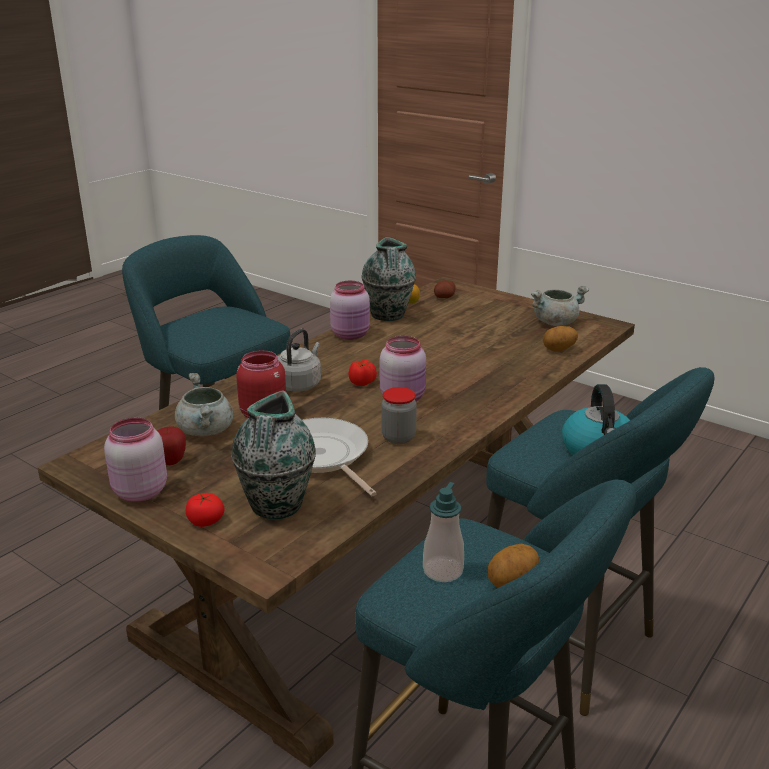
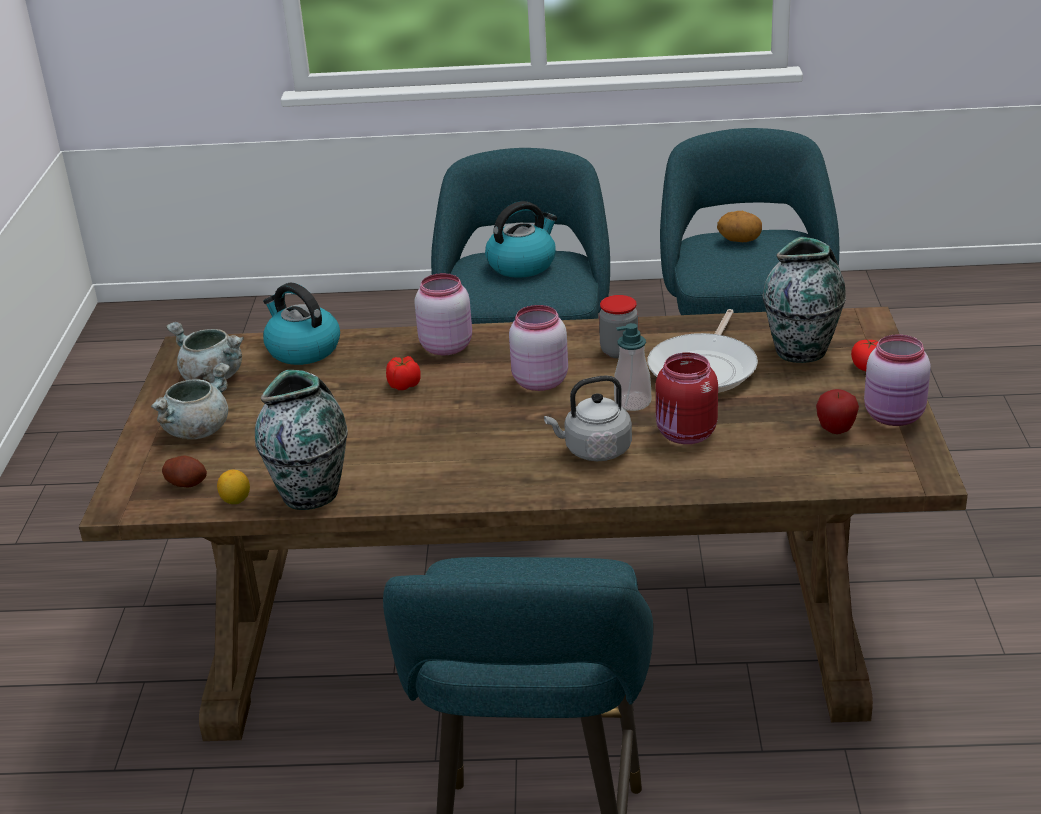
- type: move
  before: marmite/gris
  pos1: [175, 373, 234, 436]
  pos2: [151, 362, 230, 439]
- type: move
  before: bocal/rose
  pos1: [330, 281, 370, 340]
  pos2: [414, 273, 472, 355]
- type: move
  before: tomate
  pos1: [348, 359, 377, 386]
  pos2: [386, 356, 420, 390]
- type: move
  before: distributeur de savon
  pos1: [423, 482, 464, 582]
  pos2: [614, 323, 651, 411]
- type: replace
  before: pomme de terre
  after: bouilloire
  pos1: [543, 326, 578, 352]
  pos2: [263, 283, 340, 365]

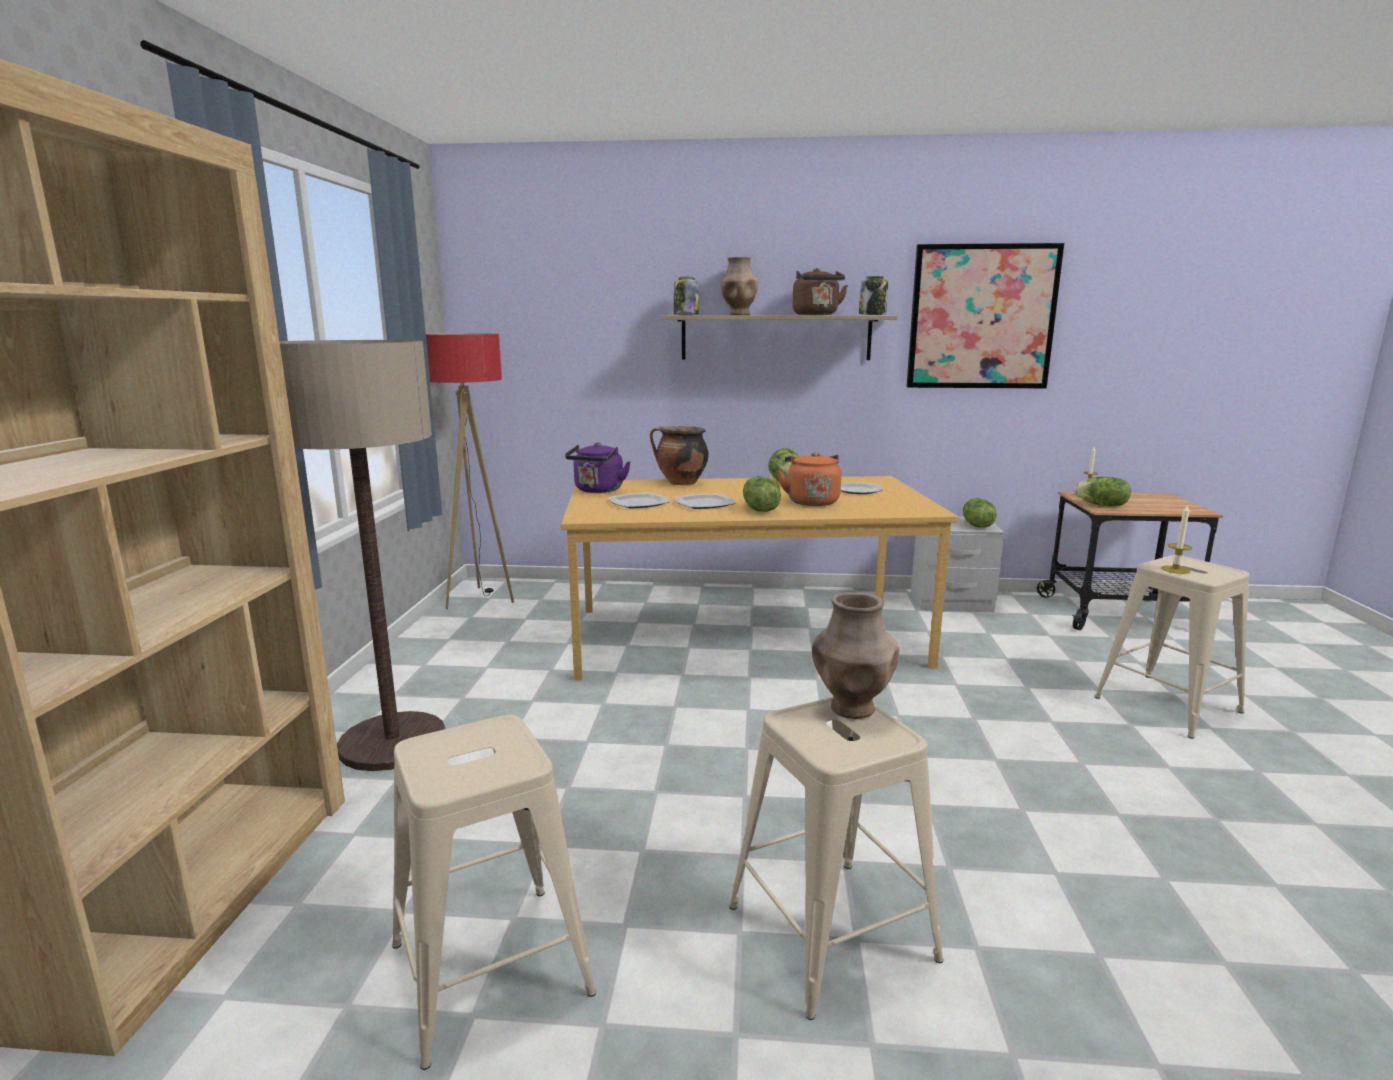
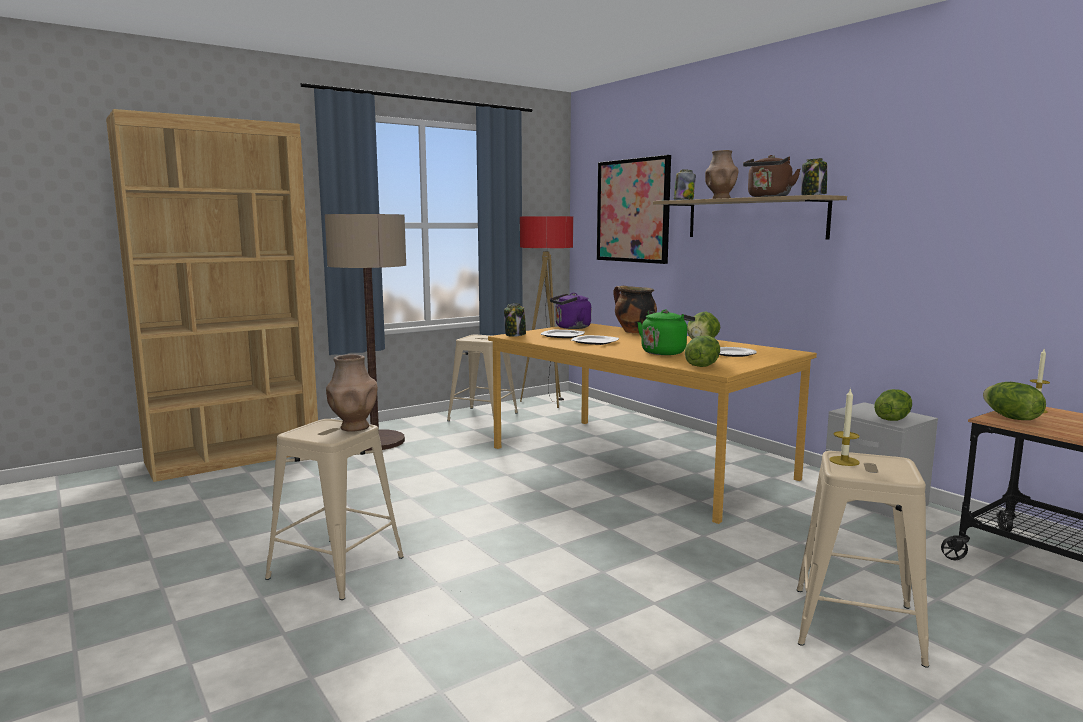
- type: insert
  after: bocal
  pos2: [504, 303, 526, 337]
- type: move
  before: tabouret/beige
  pos1: [392, 715, 596, 1070]
  pos2: [447, 335, 518, 421]
- type: move
  before: laitue
  pos1: [743, 476, 781, 512]
  pos2: [685, 336, 720, 367]
- type: move
  before: tableau
  pos1: [906, 243, 1064, 389]
  pos2: [597, 155, 671, 264]
- type: recolor
  before: bouilloire/orange
  after: bouilloire/vert
  pos1: [778, 452, 841, 506]
  pos2: [637, 310, 695, 355]

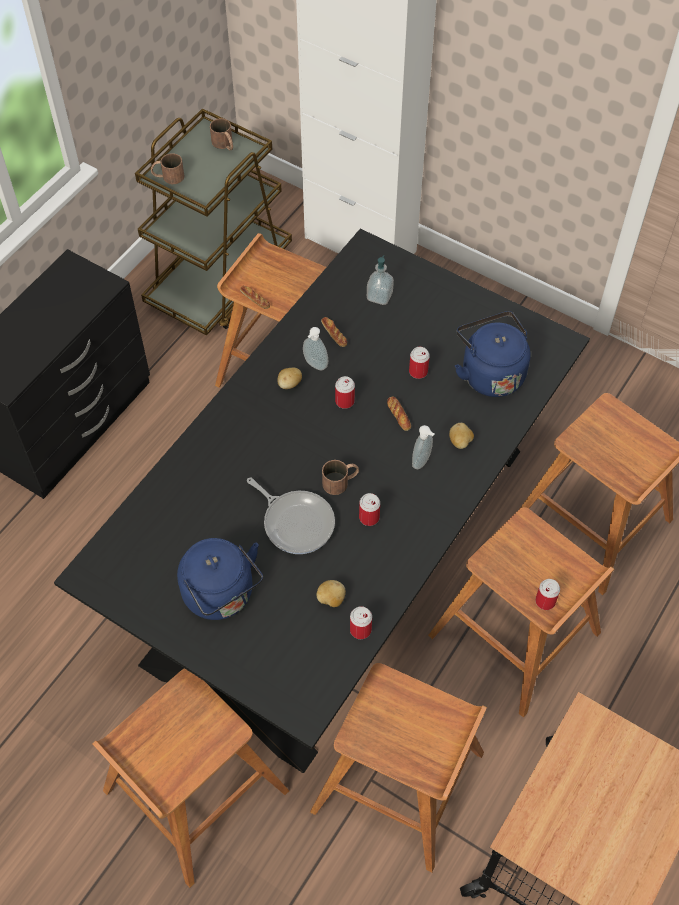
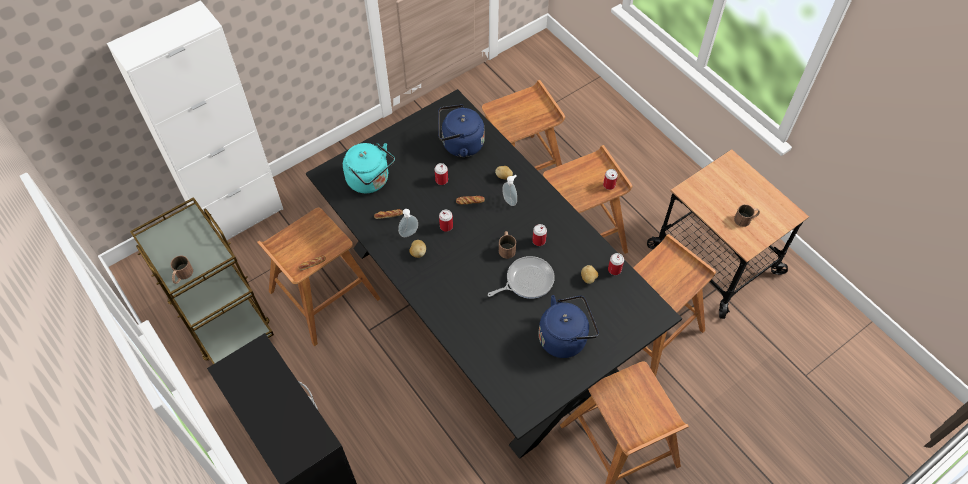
- type: move
  before: mug/marron
  pos1: [210, 119, 233, 150]
  pos2: [734, 204, 760, 227]
- type: replace
  before: distributeur de savon
  after: bouilloire/turquoise
  pos1: [367, 255, 394, 305]
  pos2: [343, 143, 395, 193]

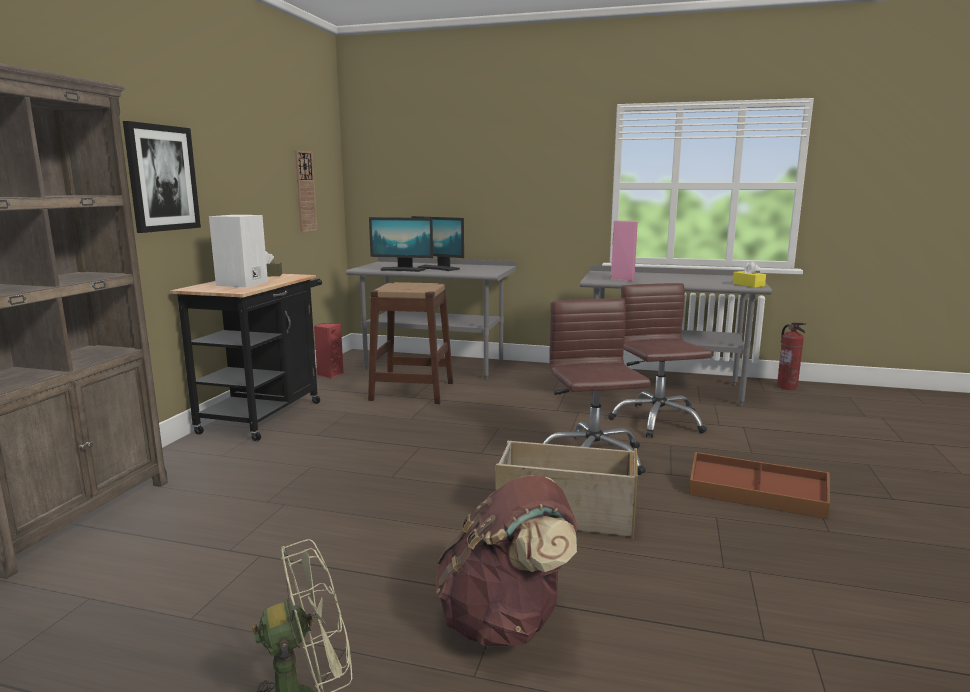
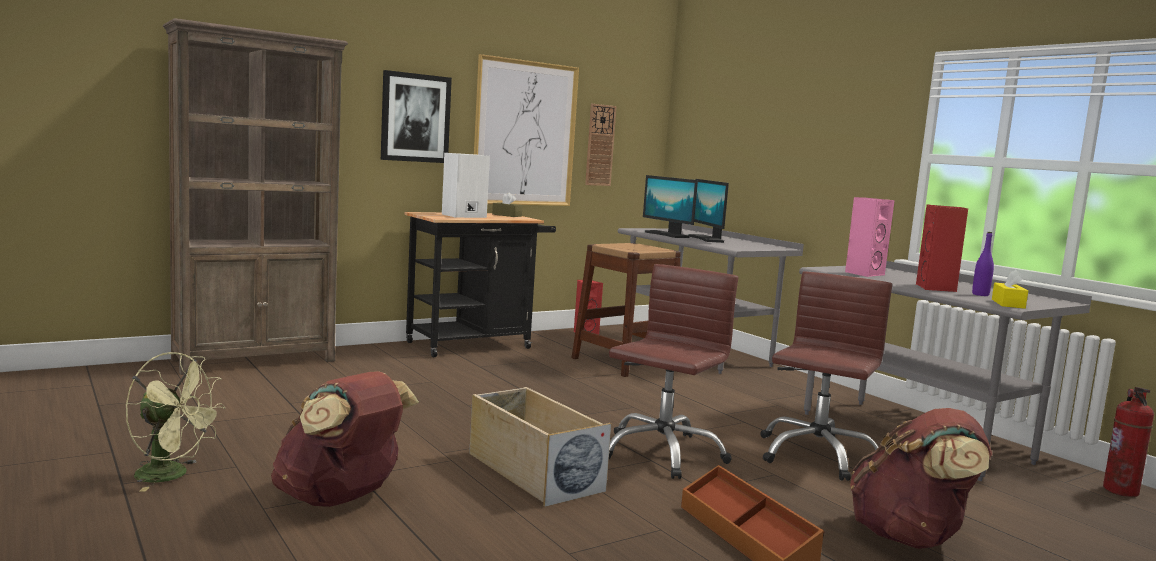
- type: insert
  after: tableau
  pos2: [474, 54, 579, 206]
- type: insert
  after: sac à dos/marron
  pos2: [850, 408, 992, 549]
- type: insert
  after: enceinte/rouge
  pos2: [916, 205, 968, 292]
- type: insert
  after: bouteille/violet
  pos2: [972, 232, 994, 296]

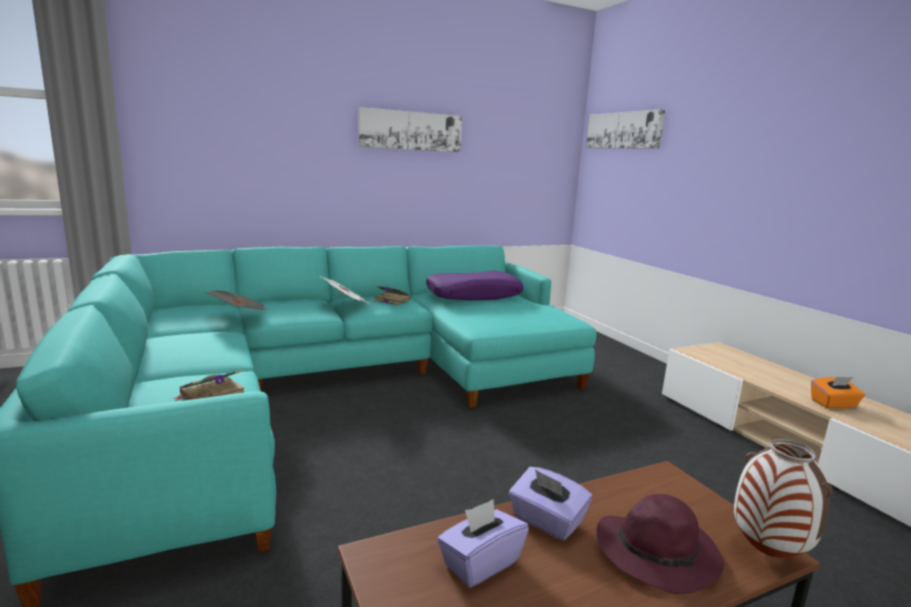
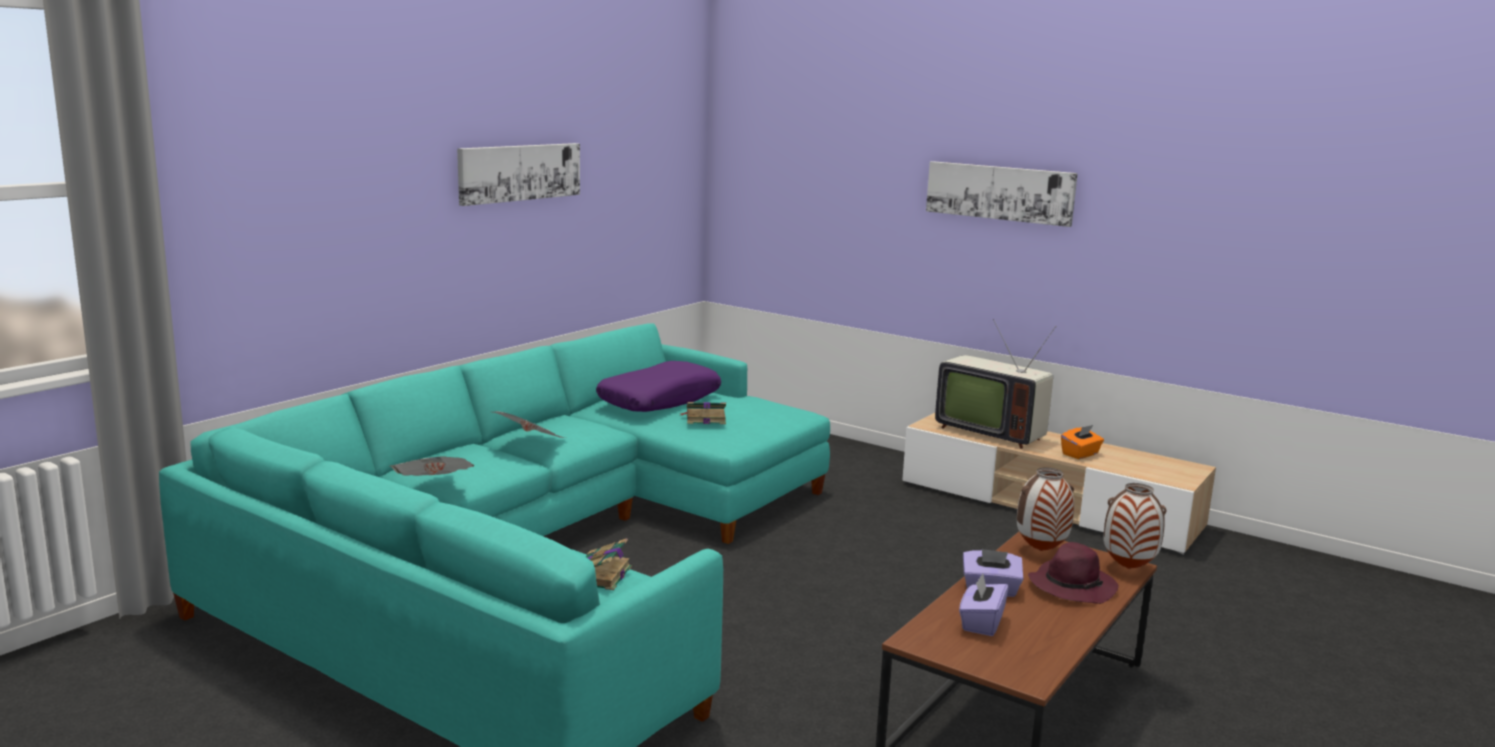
- type: insert
  after: téléviseur
  pos2: [935, 319, 1056, 449]
- type: insert
  after: vase
  pos2: [1017, 467, 1074, 551]
- type: move
  before: livre
  pos1: [374, 285, 411, 306]
  pos2: [679, 402, 726, 424]
- type: move
  before: tableau
  pos1: [586, 109, 665, 149]
  pos2: [926, 161, 1078, 227]

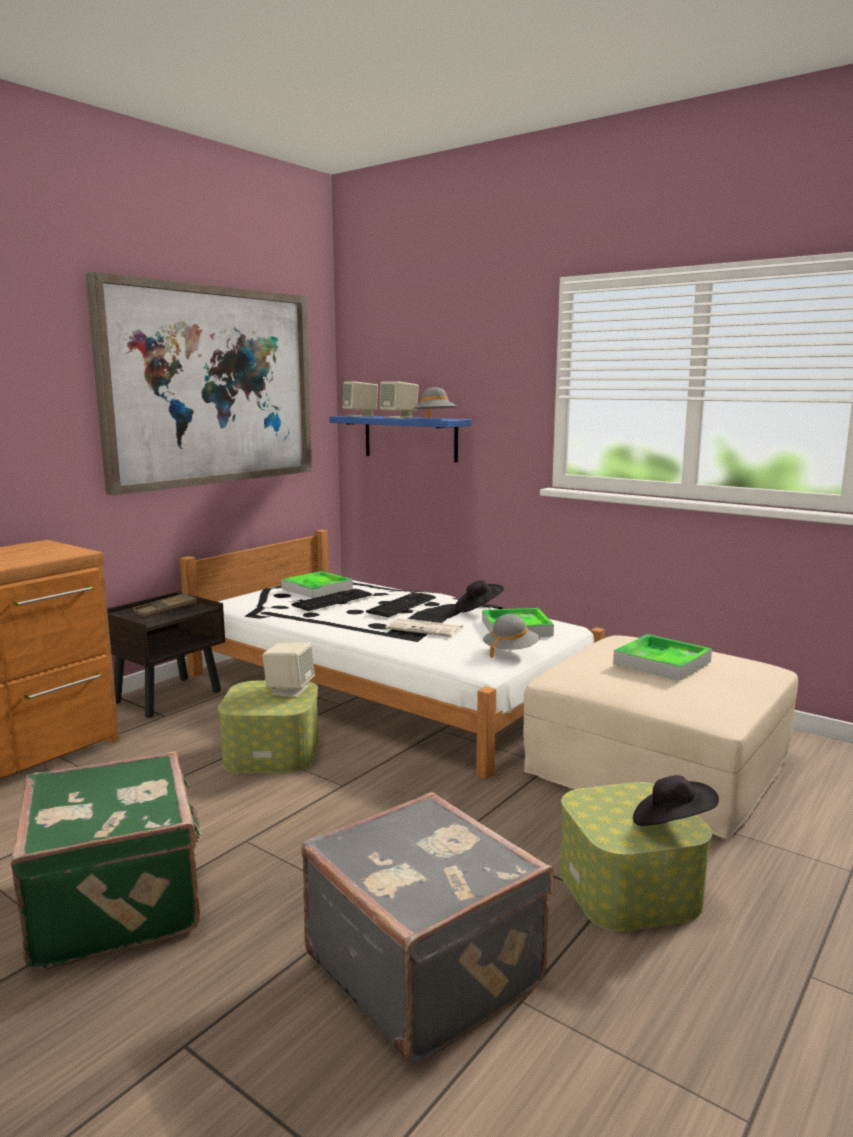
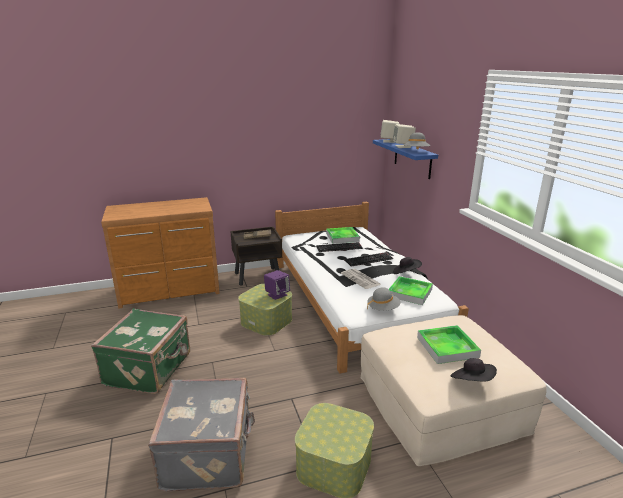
- type: delete
  before: tableau
  pos1: [85, 272, 312, 495]
- type: move
  before: chapeau/noir
  pos1: [633, 775, 719, 826]
  pos2: [451, 358, 497, 382]
- type: recolor
  before: enceinte/beige
  after: enceinte/violet
  pos1: [262, 642, 315, 698]
  pos2: [264, 270, 290, 300]

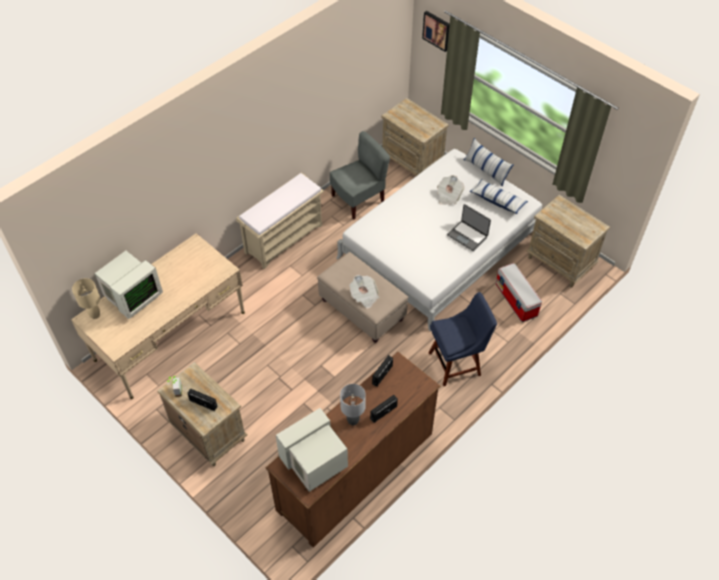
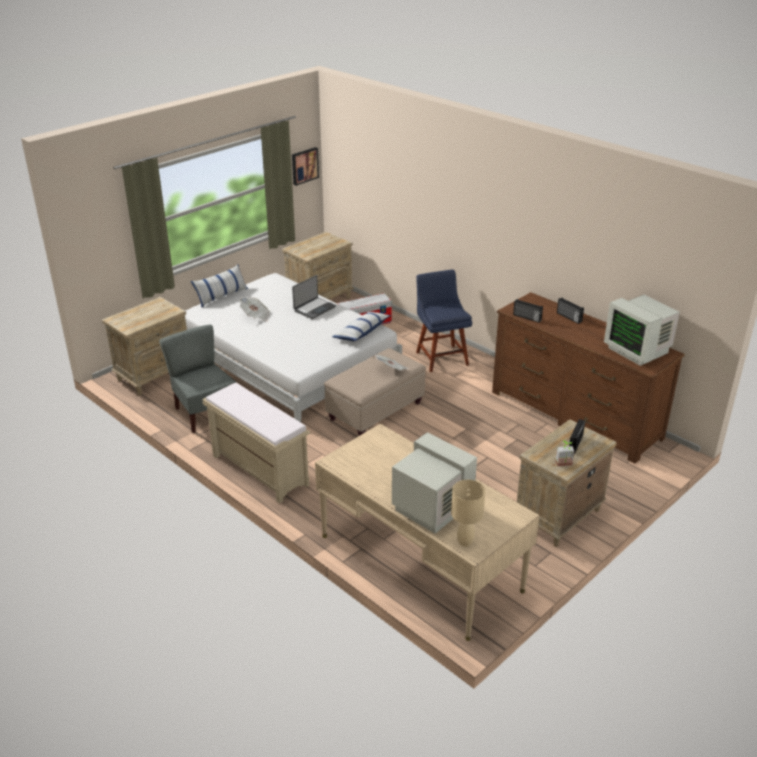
- type: delete
  before: lampe de table/gris
  pos1: [340, 384, 366, 425]
- type: move
  before: tableau
  pos1: [422, 11, 450, 52]
  pos2: [292, 147, 319, 186]
- type: move
  before: coussin
  pos1: [469, 179, 528, 214]
  pos2: [332, 312, 391, 341]

